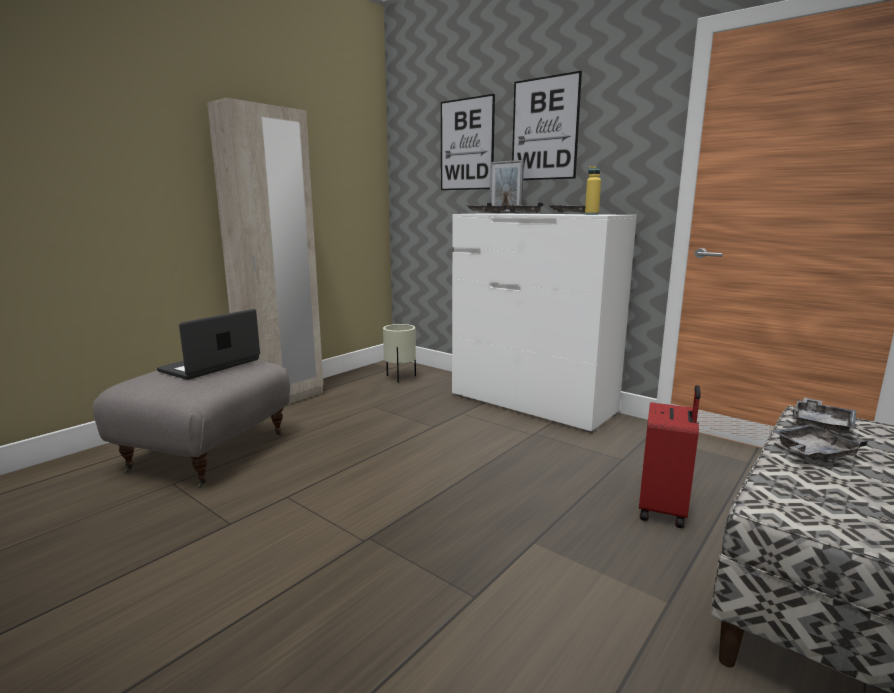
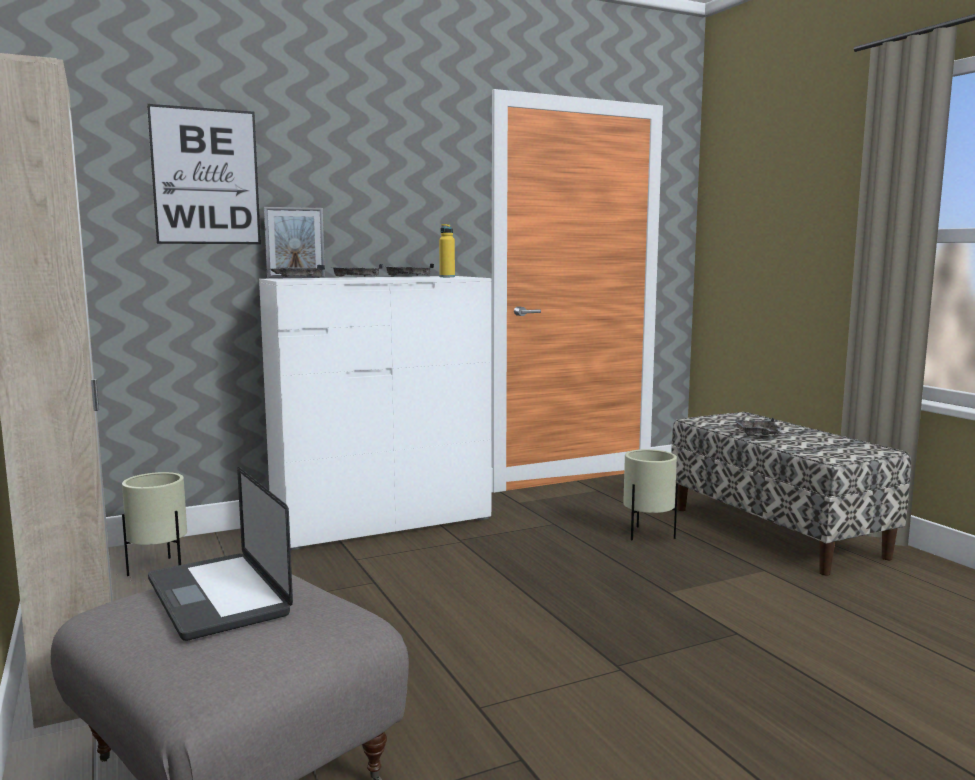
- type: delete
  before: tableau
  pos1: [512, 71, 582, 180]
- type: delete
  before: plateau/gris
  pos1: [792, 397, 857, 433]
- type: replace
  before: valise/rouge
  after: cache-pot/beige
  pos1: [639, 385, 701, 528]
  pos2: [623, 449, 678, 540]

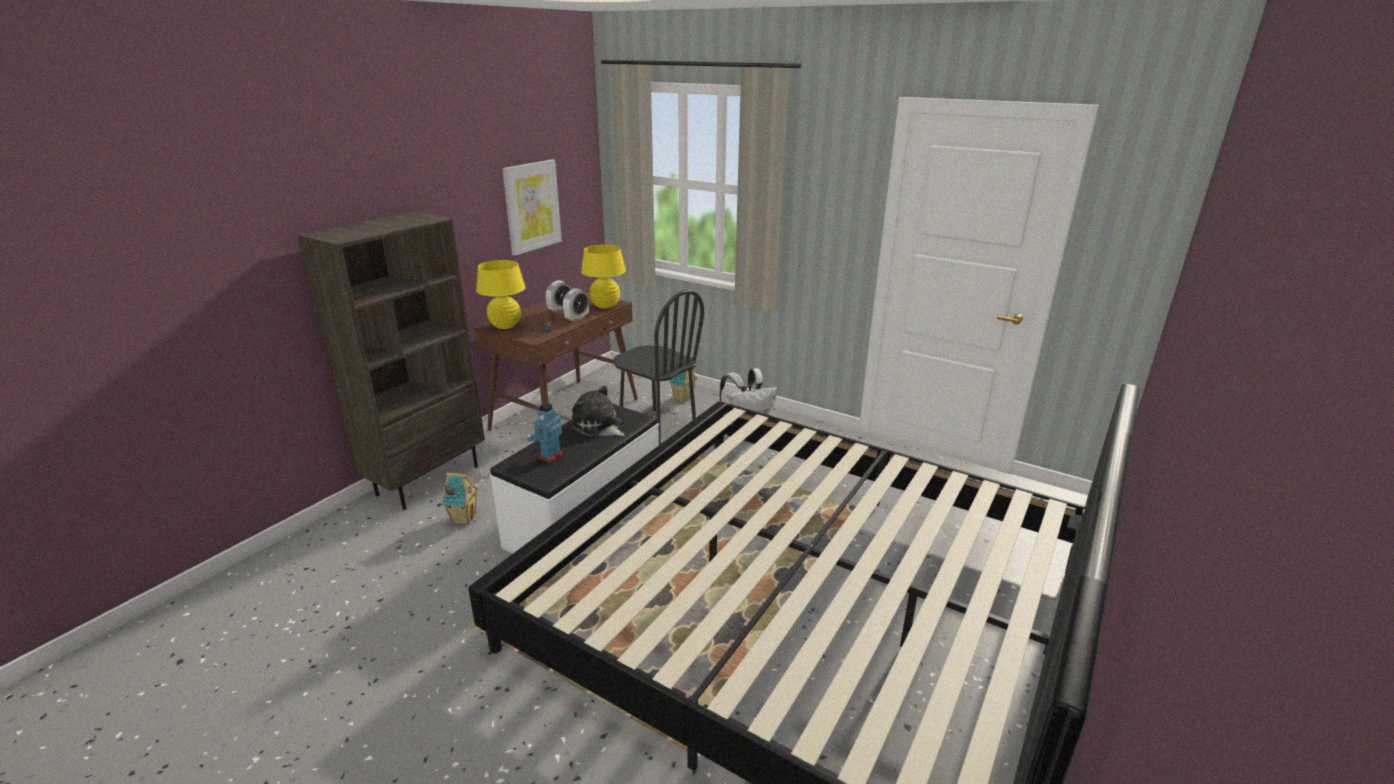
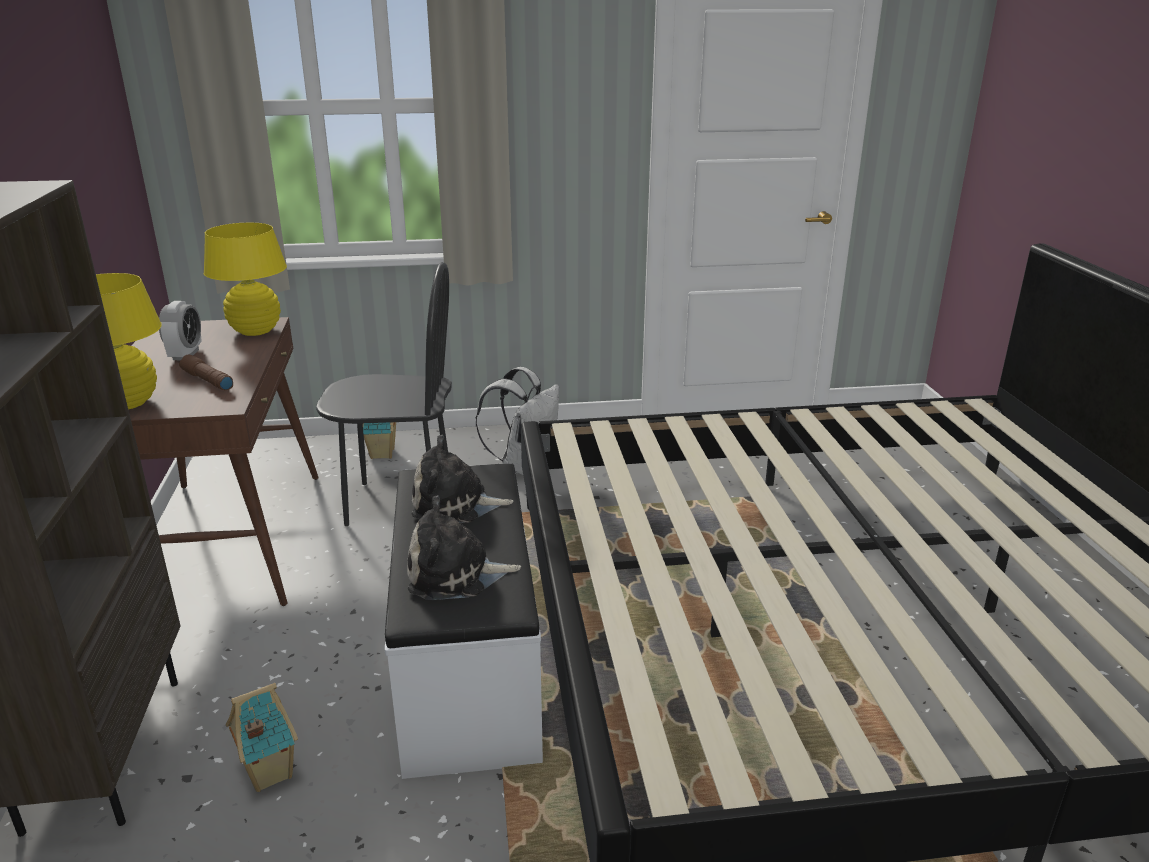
- type: delete
  before: tableau
  pos1: [502, 159, 562, 256]
- type: delete
  before: réveil
  pos1: [563, 288, 589, 322]
- type: replace
  before: robot jouet
  after: peluche
  pos1: [527, 402, 562, 463]
  pos2: [407, 495, 521, 600]

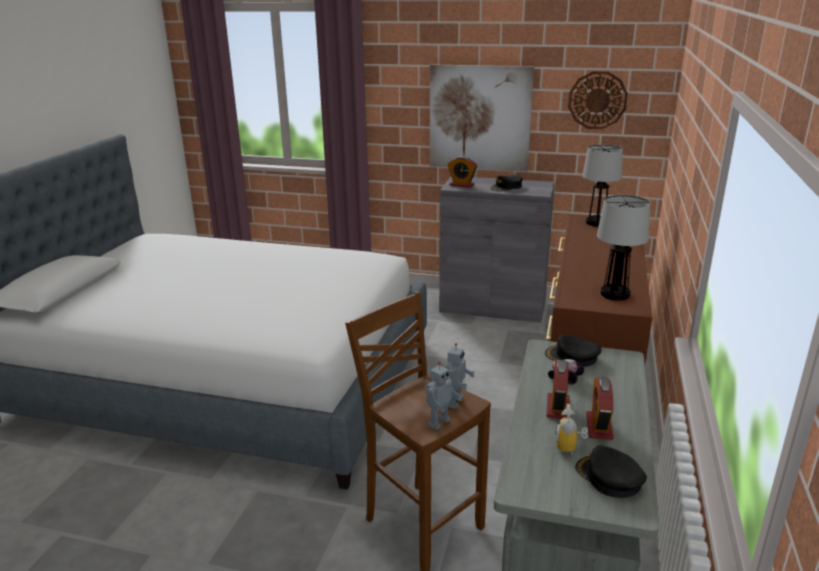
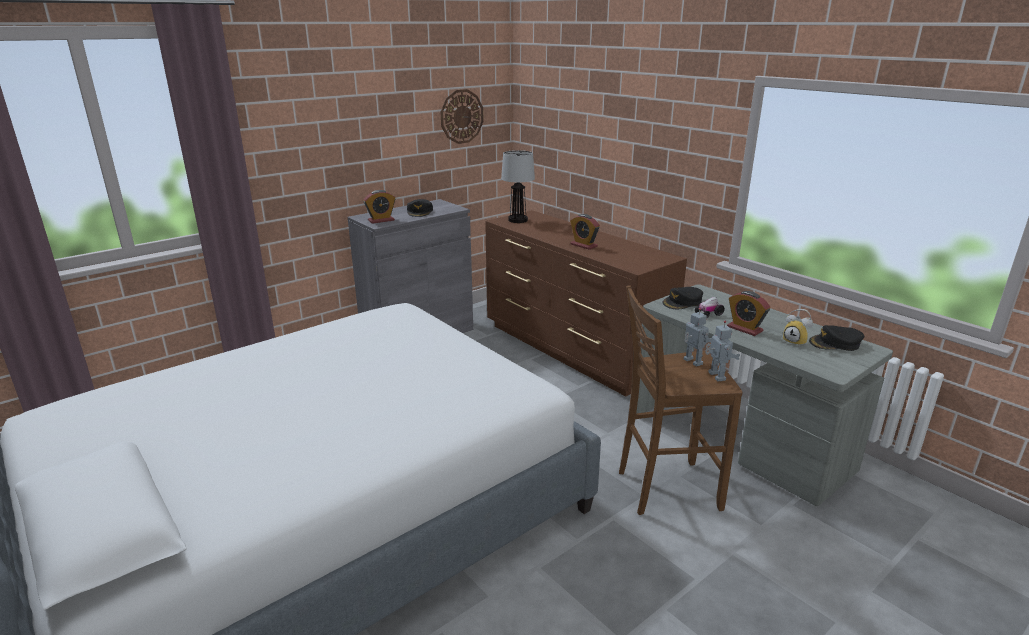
- type: delete
  before: tableau
  pos1: [430, 64, 534, 171]
- type: delete
  before: lampe de table
  pos1: [597, 195, 650, 300]
- type: move
  before: réveil
  pos1: [586, 377, 614, 440]
  pos2: [570, 214, 600, 250]

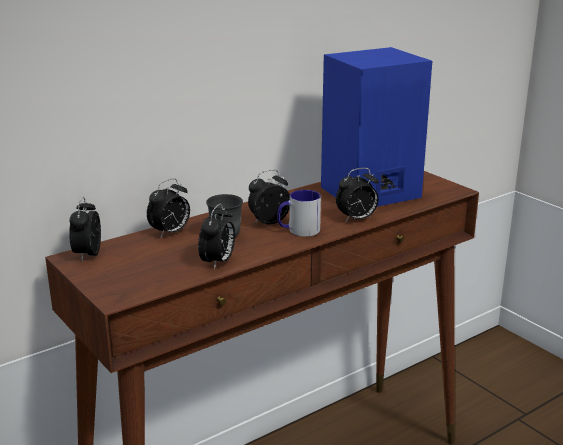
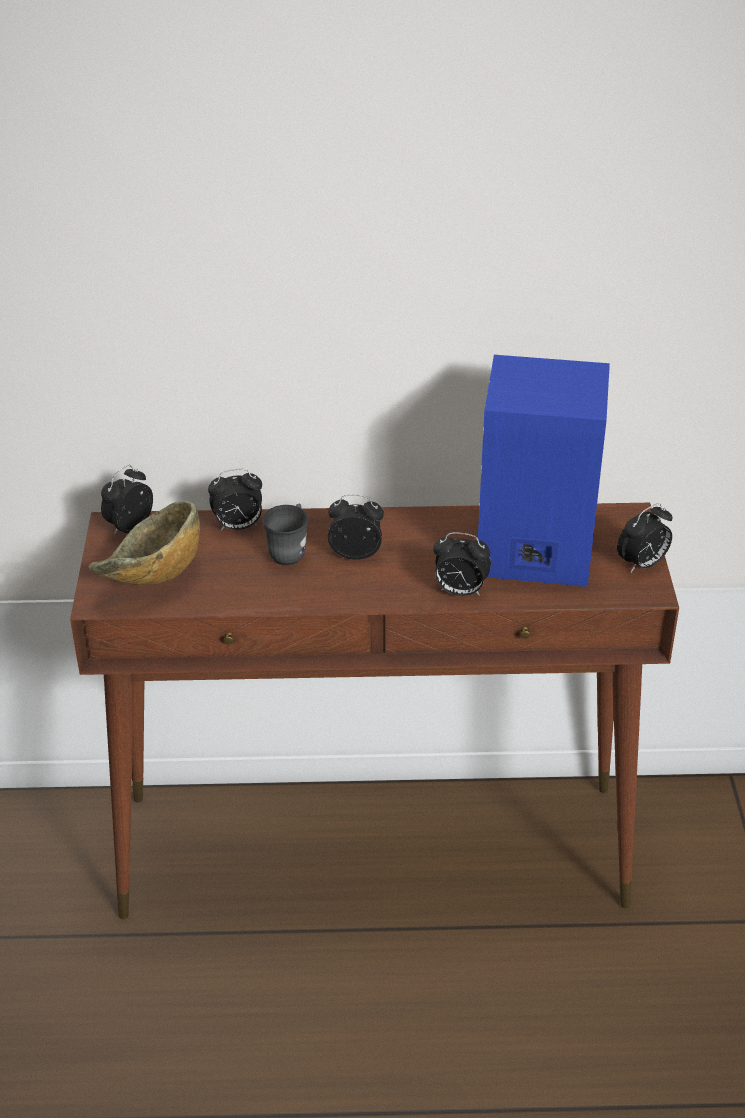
- type: delete
  before: mug
  pos1: [277, 190, 321, 237]
- type: insert
  after: bol
  pos2: [88, 501, 200, 585]
- type: move
  before: réveil
  pos1: [198, 203, 235, 269]
  pos2: [617, 503, 672, 572]

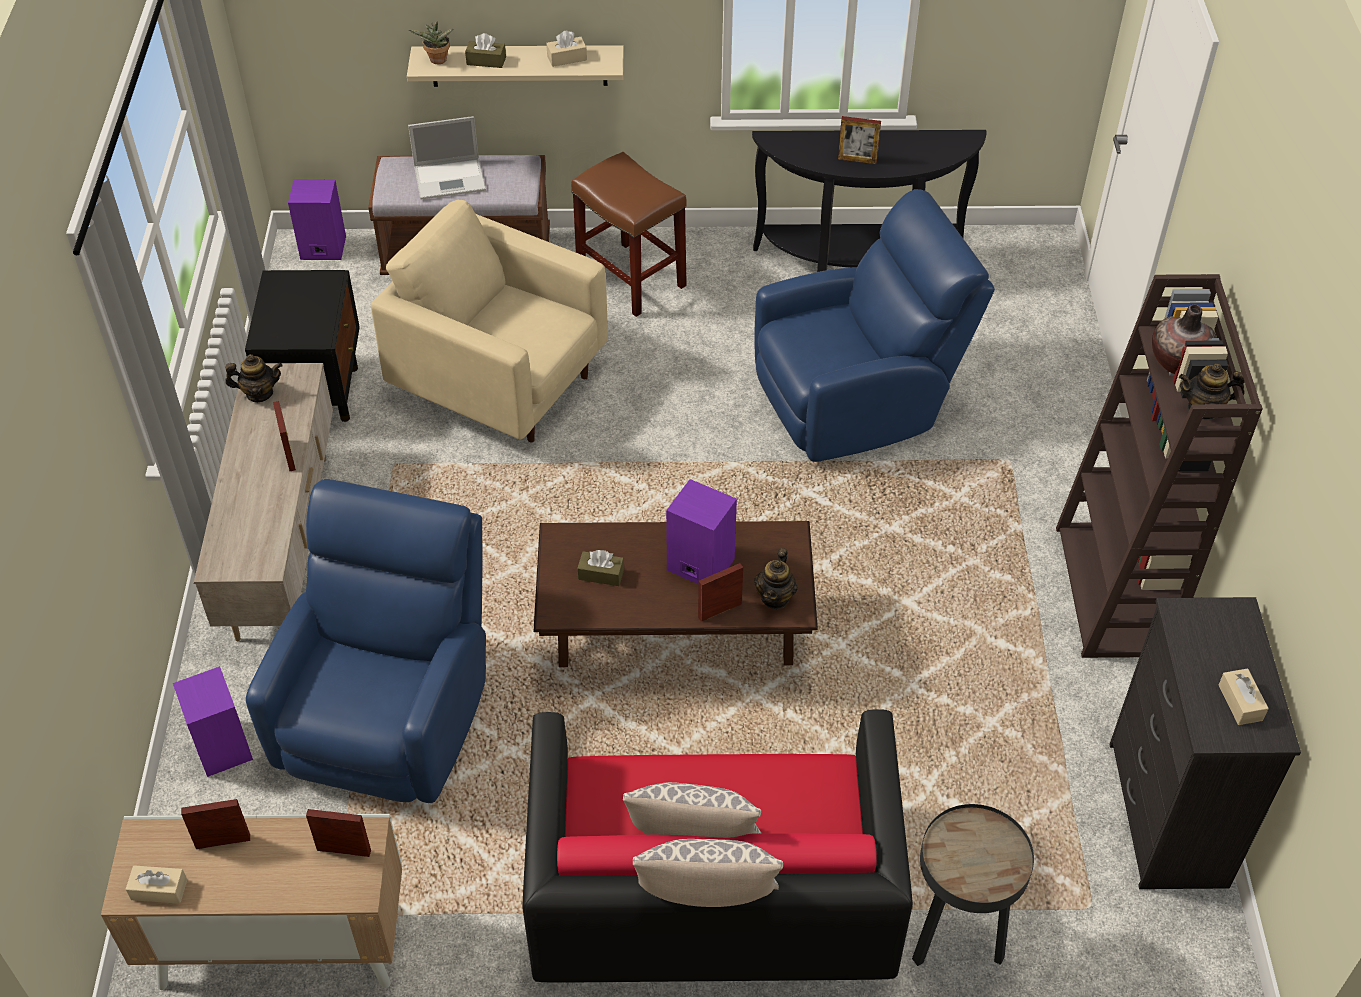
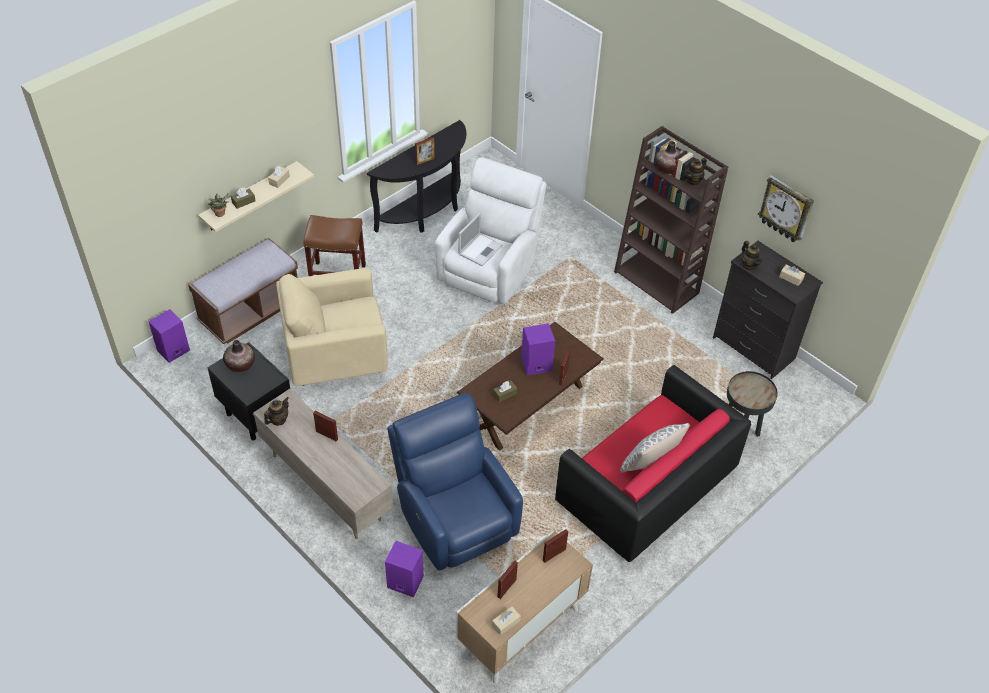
- type: delete
  before: coussin
  pos1: [633, 839, 783, 907]
- type: insert
  after: vase
  pos2: [223, 340, 255, 372]
- type: insert
  after: horloge murale
  pos2: [758, 175, 814, 242]
- type: move
  before: ordinateur portable
  pos1: [408, 116, 486, 200]
  pos2: [458, 213, 503, 266]
- type: move
  before: théière
  pos1: [754, 548, 797, 609]
  pos2: [741, 241, 763, 270]
- type: recolor
  before: fauteuil/bleu
  after: fauteuil/blanc
  pos1: [755, 189, 995, 462]
  pos2: [435, 157, 547, 304]

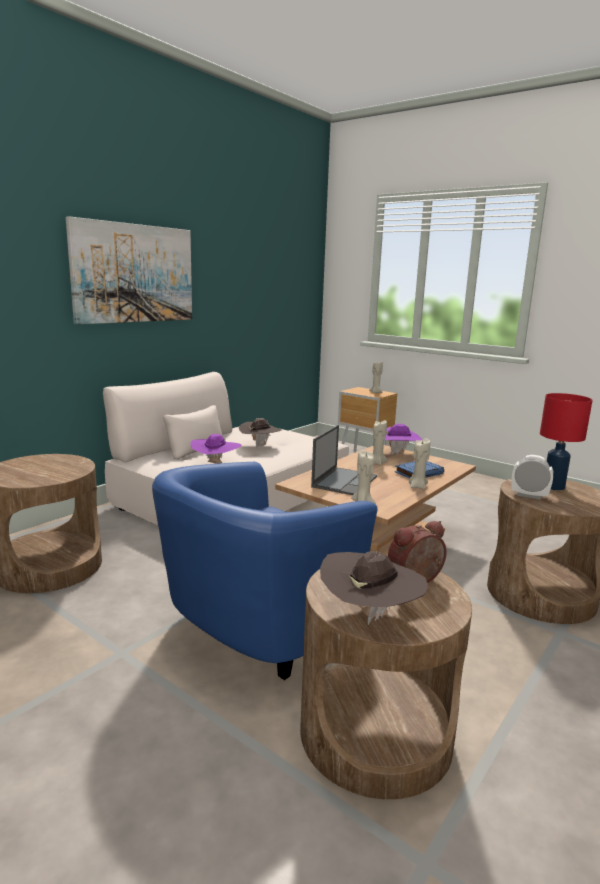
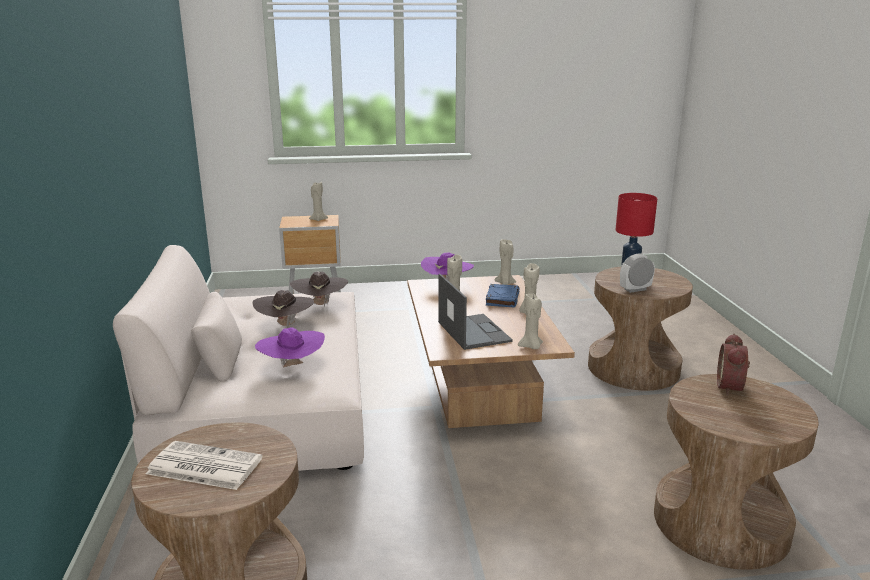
- type: delete
  before: tableau
  pos1: [66, 216, 192, 325]
- type: delete
  before: fauteuil/bleu
  pos1: [152, 462, 377, 680]
- type: insert
  after: journal
  pos2: [146, 441, 262, 490]
- type: insert
  after: bougie/beige
  pos2: [494, 239, 516, 285]
- type: move
  before: chapeau/marron
  pos1: [320, 551, 428, 625]
  pos2: [289, 271, 349, 308]

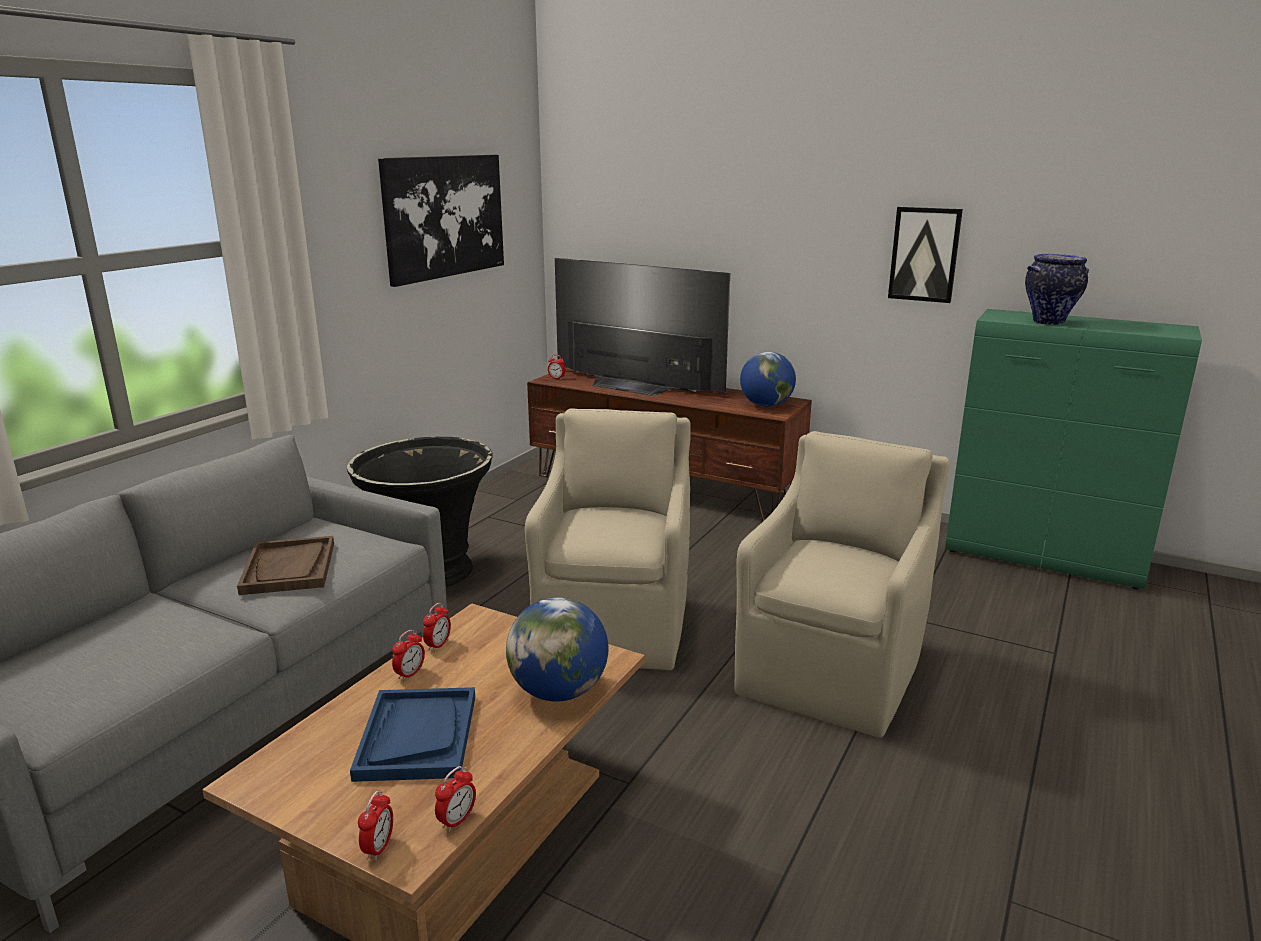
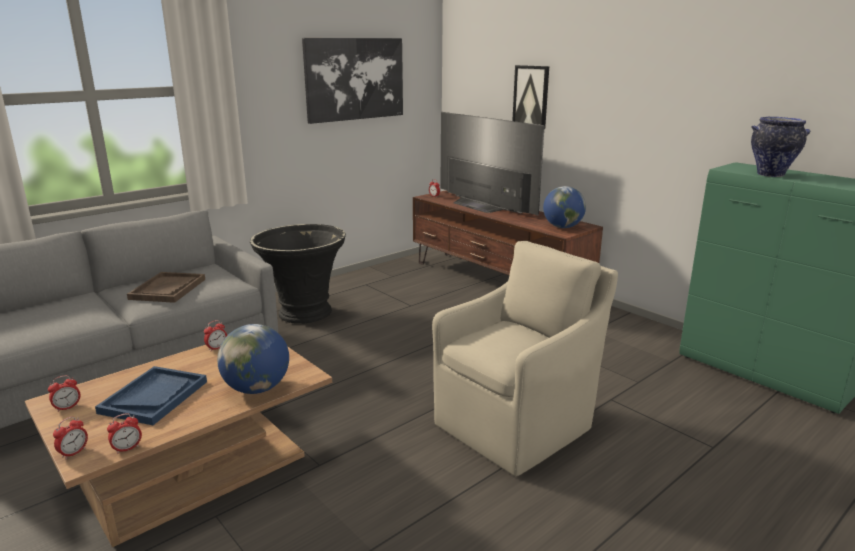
- type: delete
  before: fauteuil/beige
  pos1: [525, 408, 691, 670]
- type: move
  before: réveil
  pos1: [392, 630, 425, 681]
  pos2: [48, 375, 81, 412]
- type: move
  before: tableau
  pos1: [888, 207, 963, 303]
  pos2: [512, 65, 549, 129]

